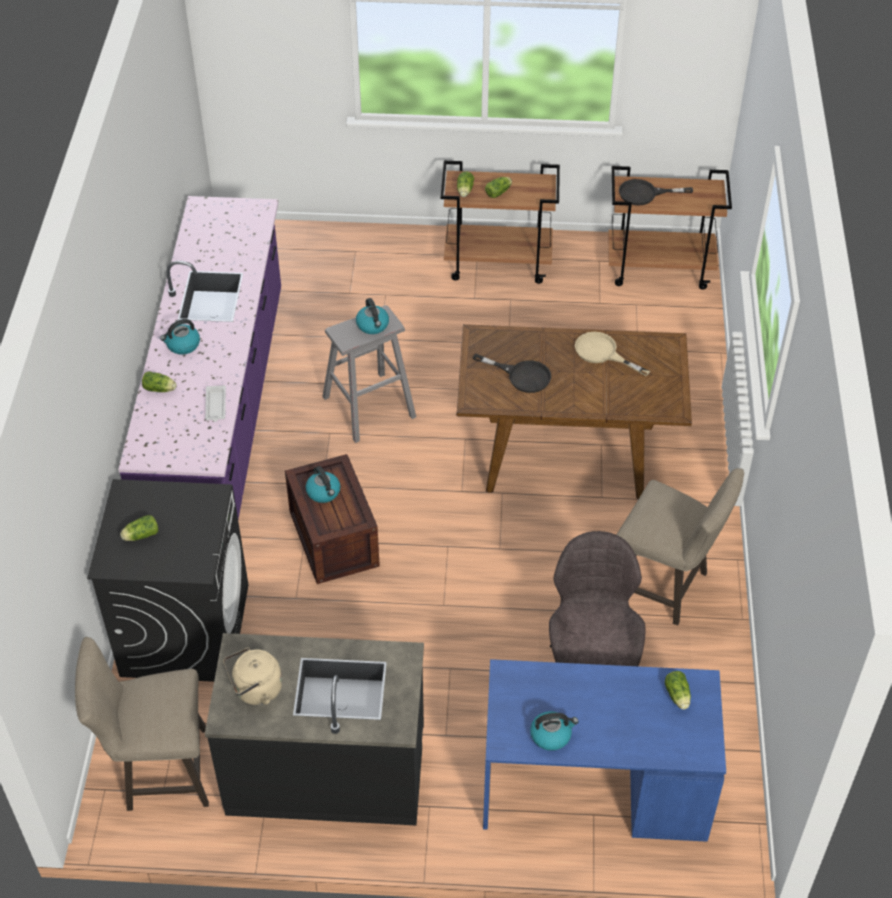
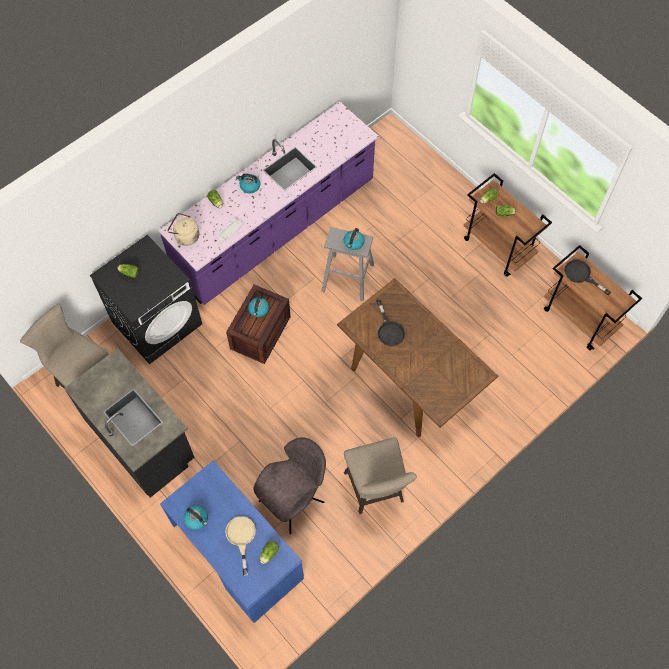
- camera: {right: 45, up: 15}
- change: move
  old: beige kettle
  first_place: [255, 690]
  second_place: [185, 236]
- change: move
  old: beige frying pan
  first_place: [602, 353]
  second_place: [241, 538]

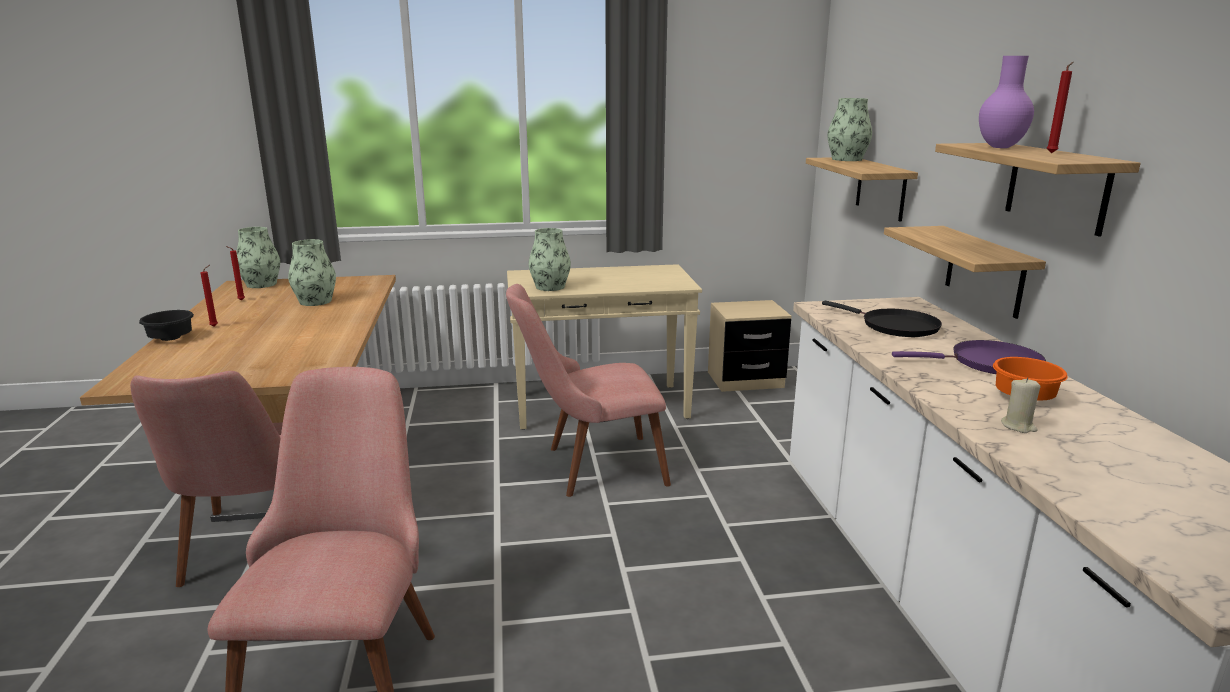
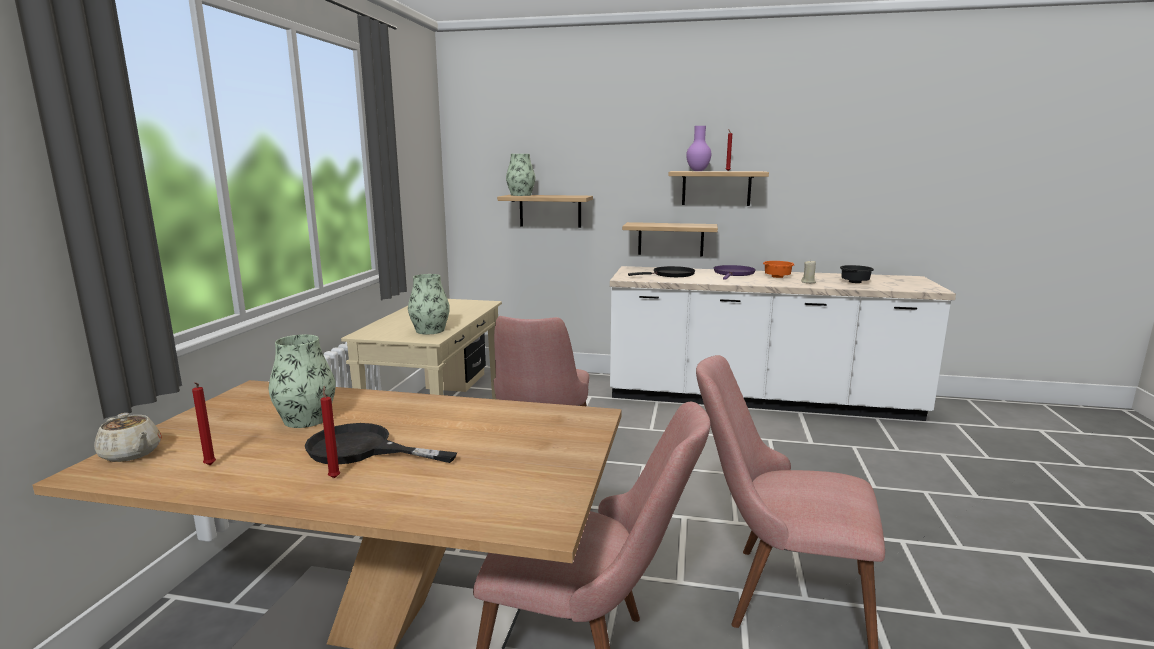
- camera: {right: -70, up: -5}
- change: move
  old: black bowl
  first_place: [169, 338]
  second_place: [854, 283]
- change: replace
  old: vase
  new: beige teapot
  first_place: [261, 284]
  second_place: [131, 454]
- change: insert
  new: black frying pan
  second_place: [362, 449]

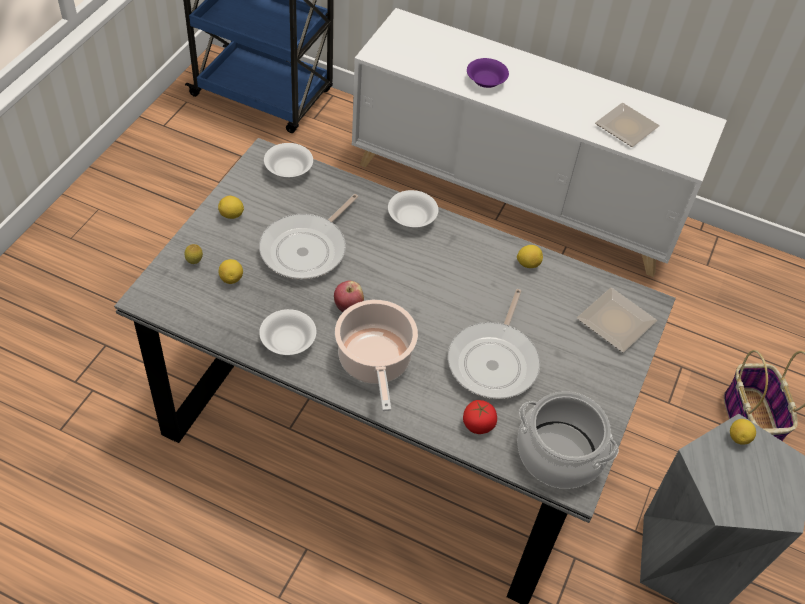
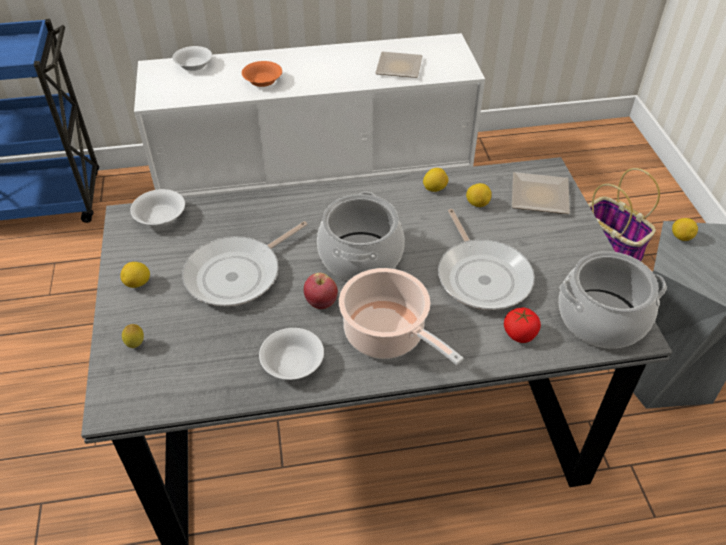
- camera: {right: -30, up: -5}
- change: move
  old: lemon
  first_place: [231, 279]
  second_place: [477, 204]
- change: rotate
  old: frying pan
  first_place: [307, 249]
  second_place: [238, 274]
  degrees: 45
- change: move
  old: white bowl
  first_place: [412, 217]
  second_place: [193, 65]
- change: recolor
  old: purple bowl
  new: orange bowl
  first_place: [486, 80]
  second_place: [263, 81]
- change: insert
  new: cooking pot
  second_place: [361, 257]

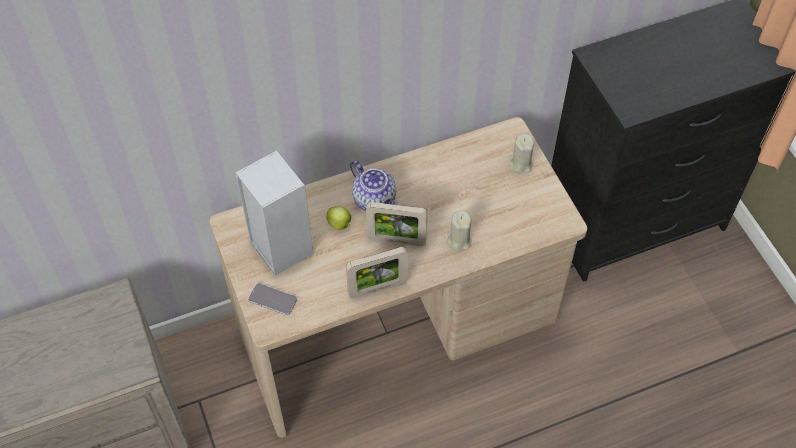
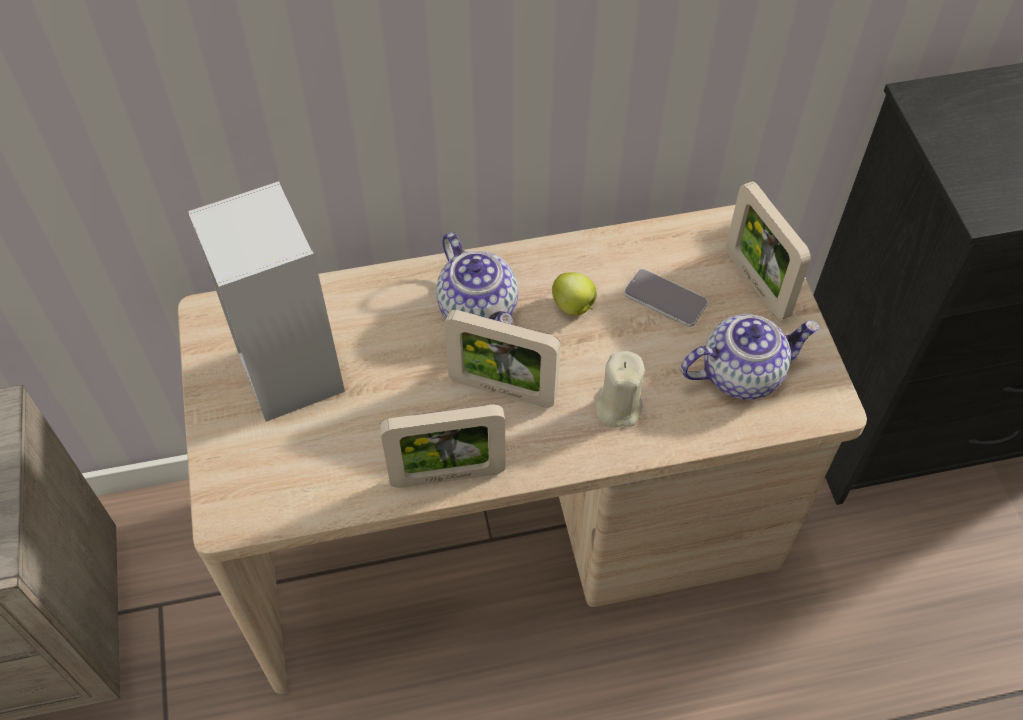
- camera: {right: 10, up: 0}
- change: move
  old: phone
  first_place: [272, 299]
  second_place: [665, 298]
- change: move
  old: apple
  first_place: [340, 224]
  second_place: [574, 307]
- change: replace
  old: beige candle
  new: picture frame
  first_place: [520, 164]
  second_place: [756, 284]
- change: insert
  new: teapot
  second_place: [742, 373]

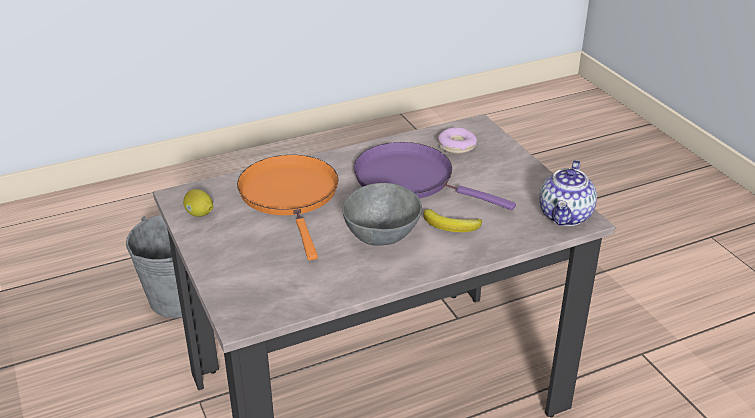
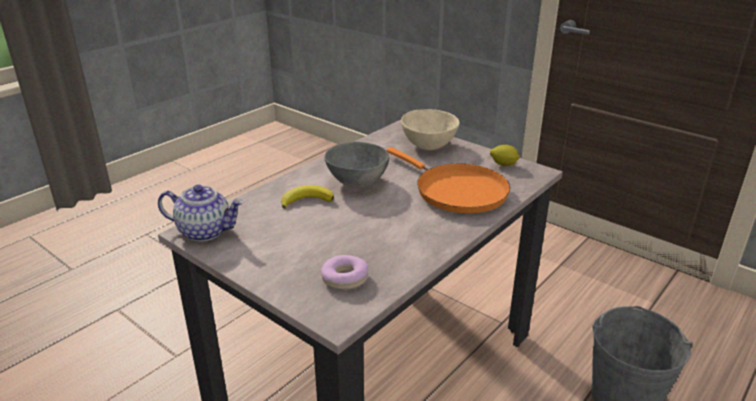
- camera: {right: 155, up: -5}
- change: delete
  old: purple frying pan
  first_place: [410, 179]
- change: rotate
  old: teapot
  first_place: [566, 216]
  second_place: [205, 231]
  degrees: 105
- change: insert
  new: beige bowl
  second_place: [428, 144]

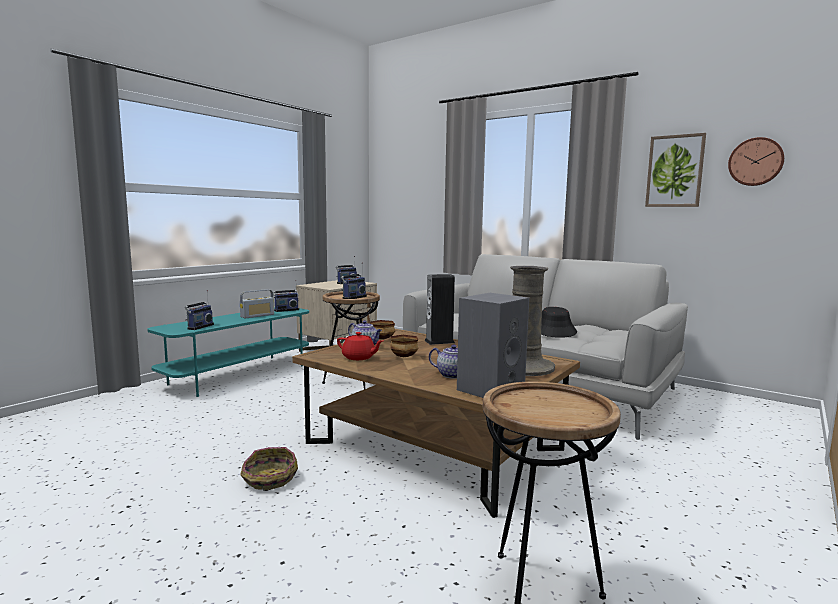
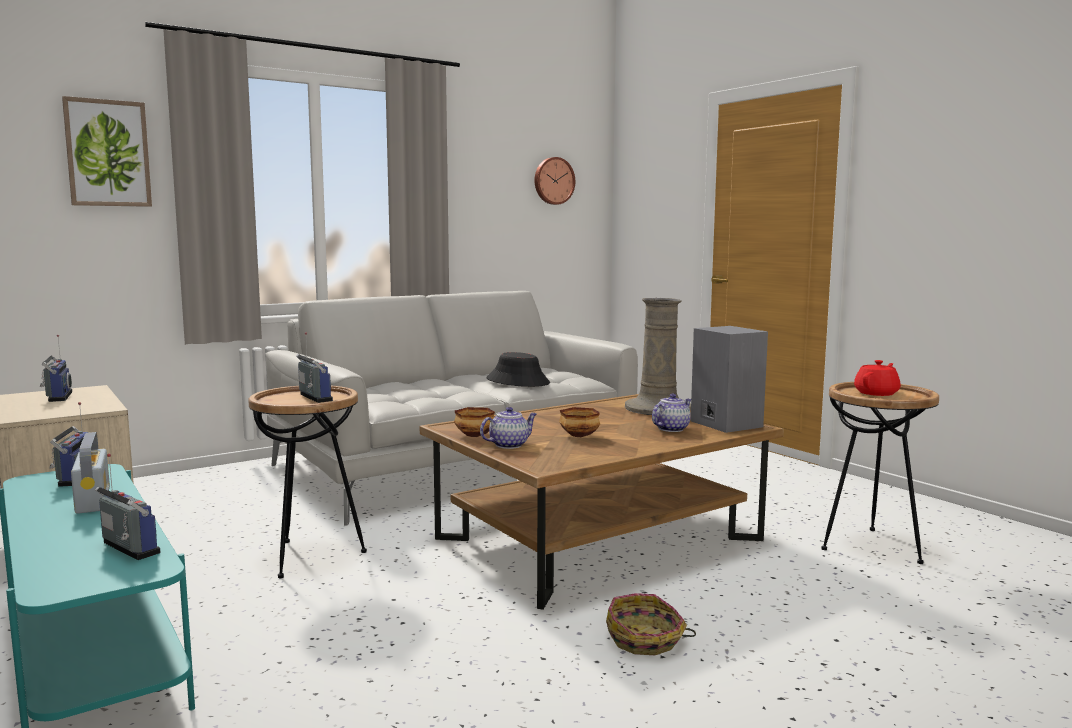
- camera: {right: -70, up: 0}
- change: move
  old: red teapot
  first_place: [359, 357]
  second_place: [877, 393]
- change: delete
  old: speaker
  first_place: [439, 341]
- change: move
  old: picture
  first_place: [675, 171]
  second_place: [108, 153]

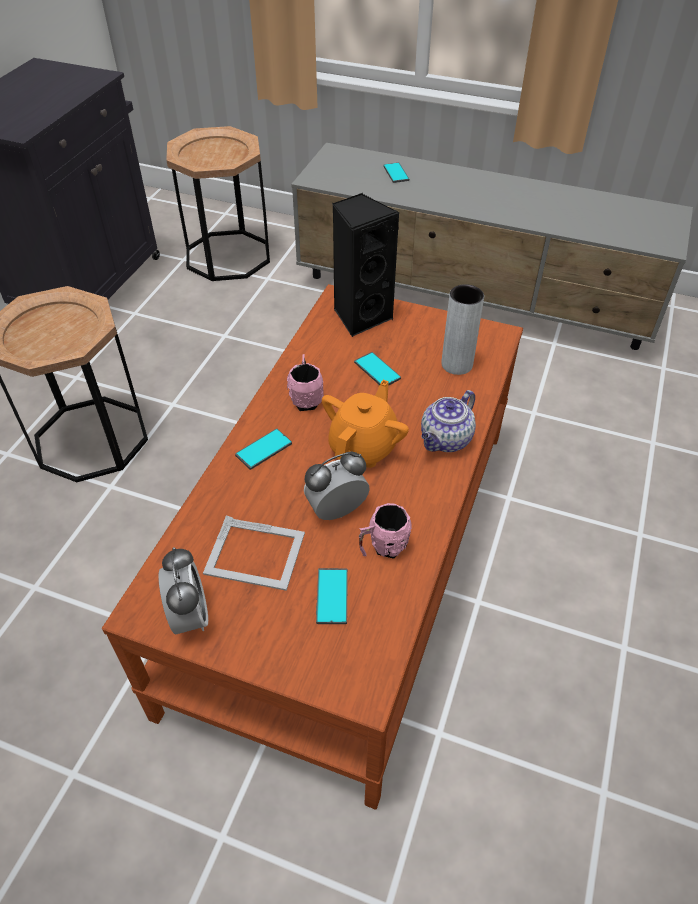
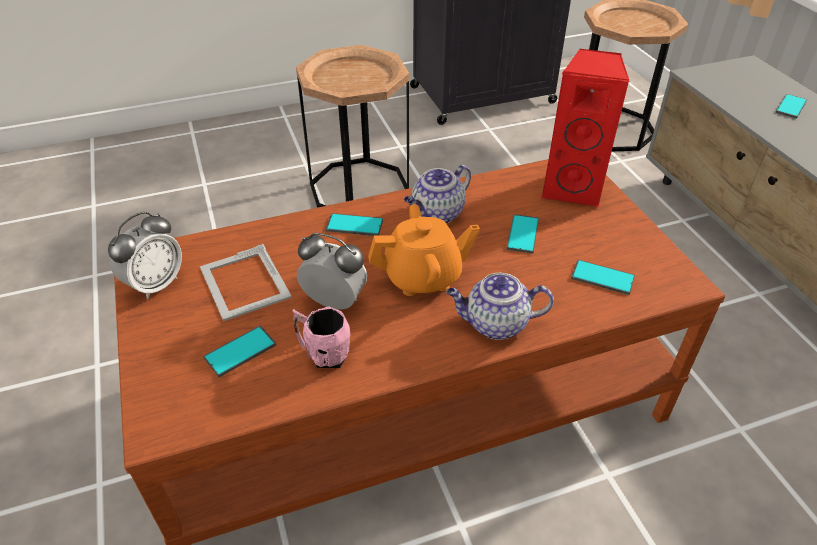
- camera: {right: 50, up: -5}
- change: replace
  old: pink mug
  new: teapot
  first_place: [306, 397]
  second_place: [437, 214]
- change: recolor
  old: black speaker
  new: red speaker
  first_place: [360, 316]
  second_place: [573, 189]
- change: replace
  old: grey vase
  new: phone
  first_place: [457, 364]
  second_place: [602, 278]

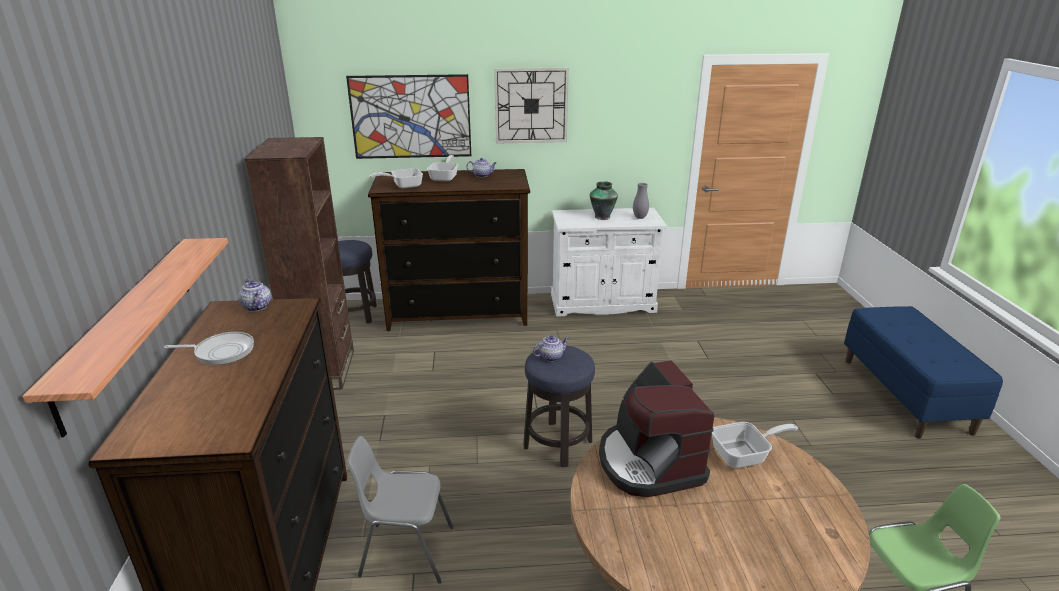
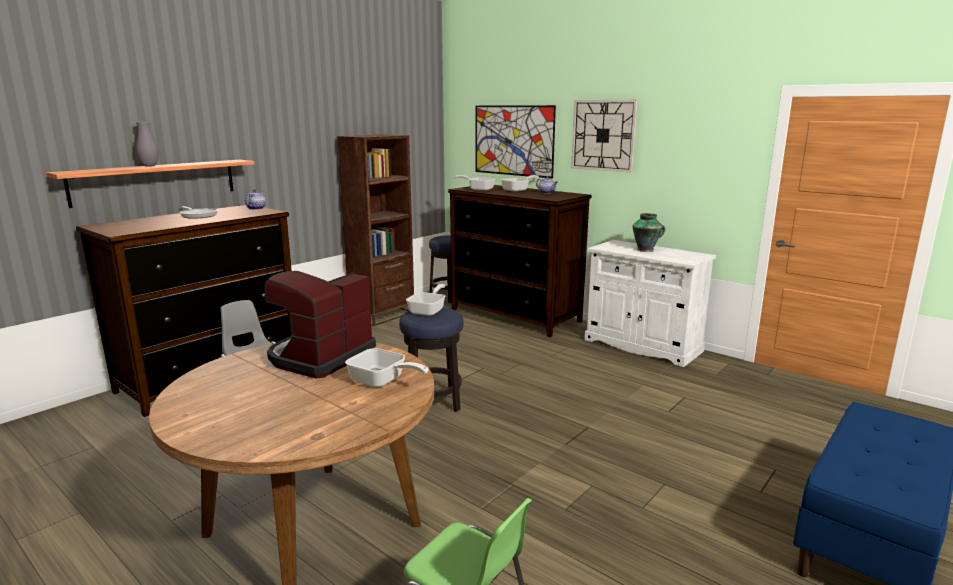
- camera: {right: 45, up: -10}
- change: replace
  old: teapot
  new: frying pan
  first_place: [551, 356]
  second_place: [429, 311]
- change: move
  old: grey vase
  first_place: [640, 217]
  second_place: [149, 166]

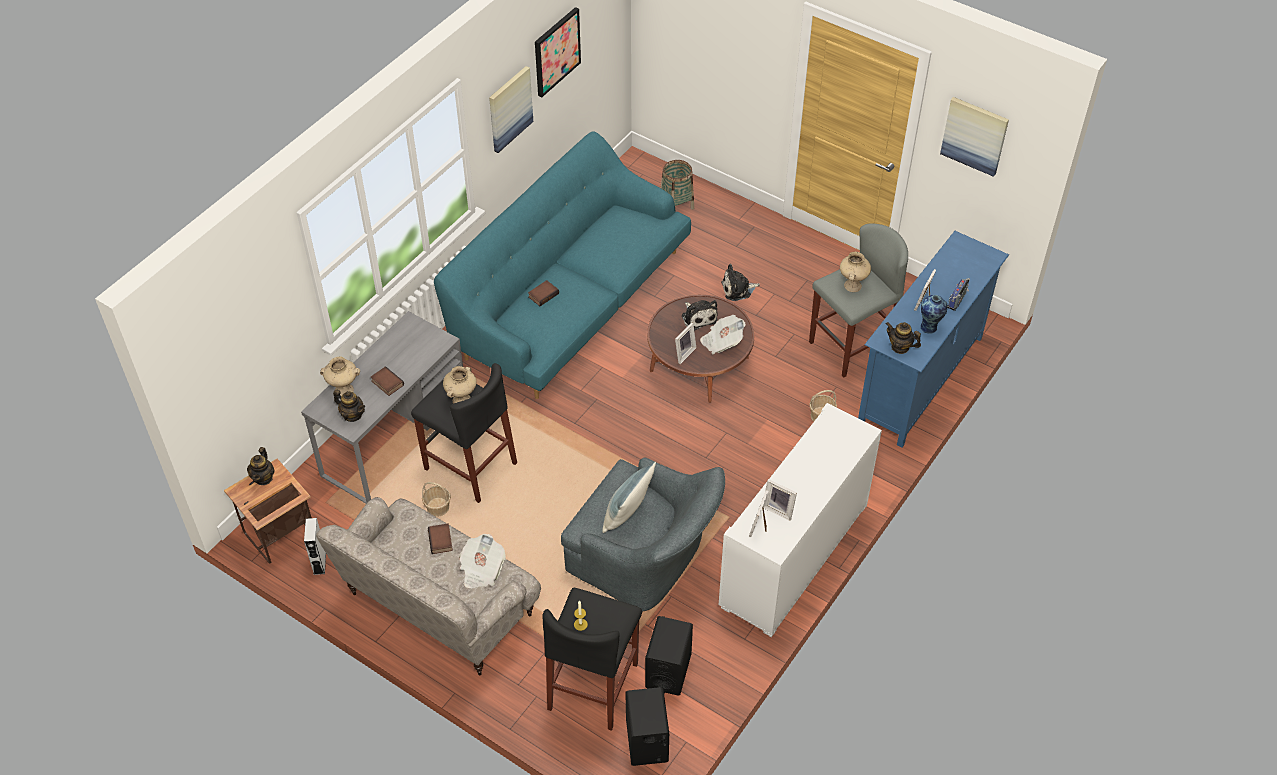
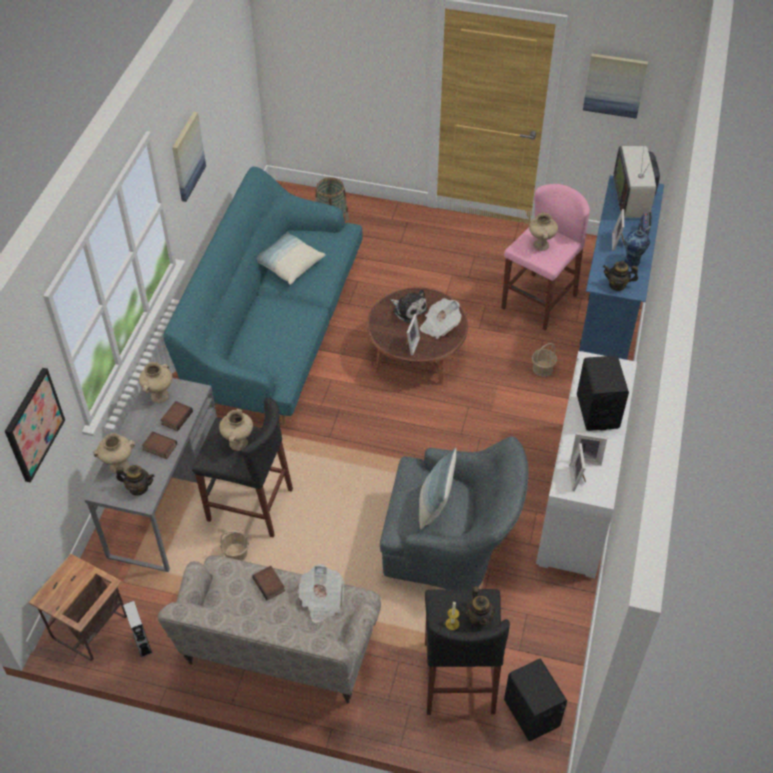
- camera: {right: -20, up: 0}
- change: move
  old: teapot
  first_place: [263, 478]
  second_place: [479, 618]
- change: move
  old: book
  first_place: [543, 294]
  second_place: [176, 417]
- change: move
  old: picture
  first_place: [556, 51]
  second_place: [33, 424]
- change: move
  old: black speaker
  first_place: [668, 670]
  second_place: [597, 411]
- change: delete
  old: plush toy
  first_place: [738, 289]
- change: recolor
  old: grey stool
  new: pink stool
  first_place: [852, 346]
  second_place: [539, 302]
- change: insert
  new: beige vase
  second_place: [159, 395]
- change: insert
  new: pillow
  second_place: [289, 265]
- change: insert
  new: television
  second_place: [633, 198]

